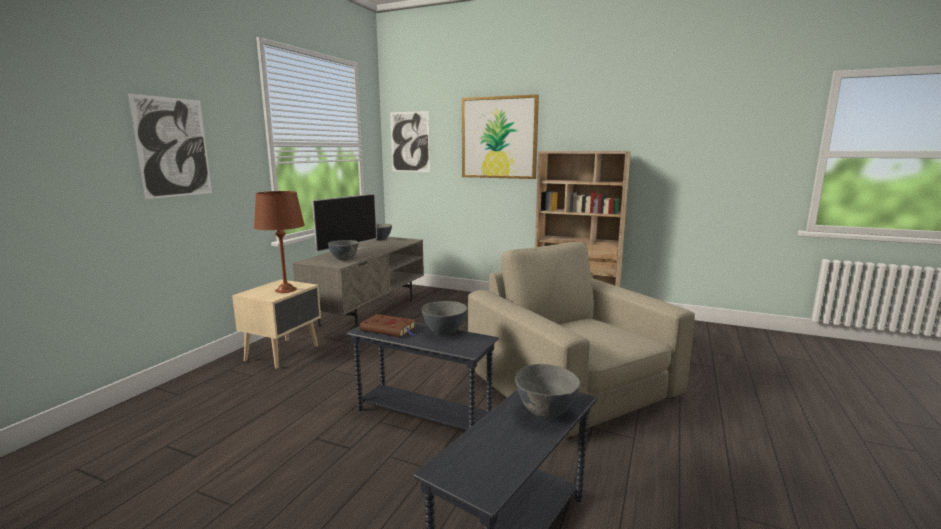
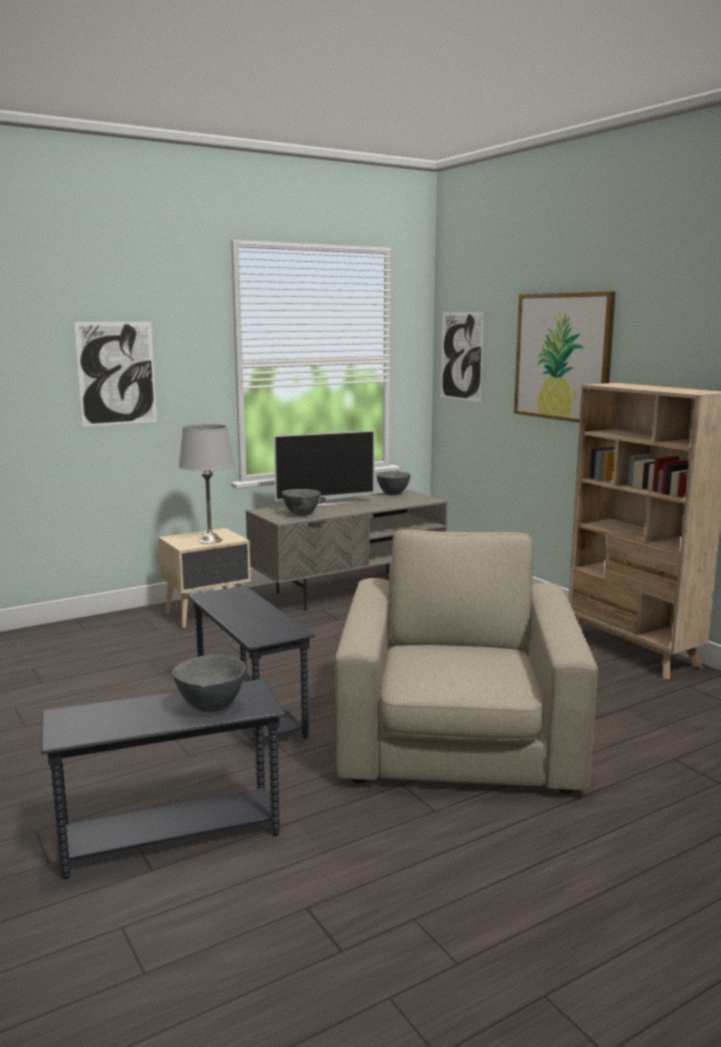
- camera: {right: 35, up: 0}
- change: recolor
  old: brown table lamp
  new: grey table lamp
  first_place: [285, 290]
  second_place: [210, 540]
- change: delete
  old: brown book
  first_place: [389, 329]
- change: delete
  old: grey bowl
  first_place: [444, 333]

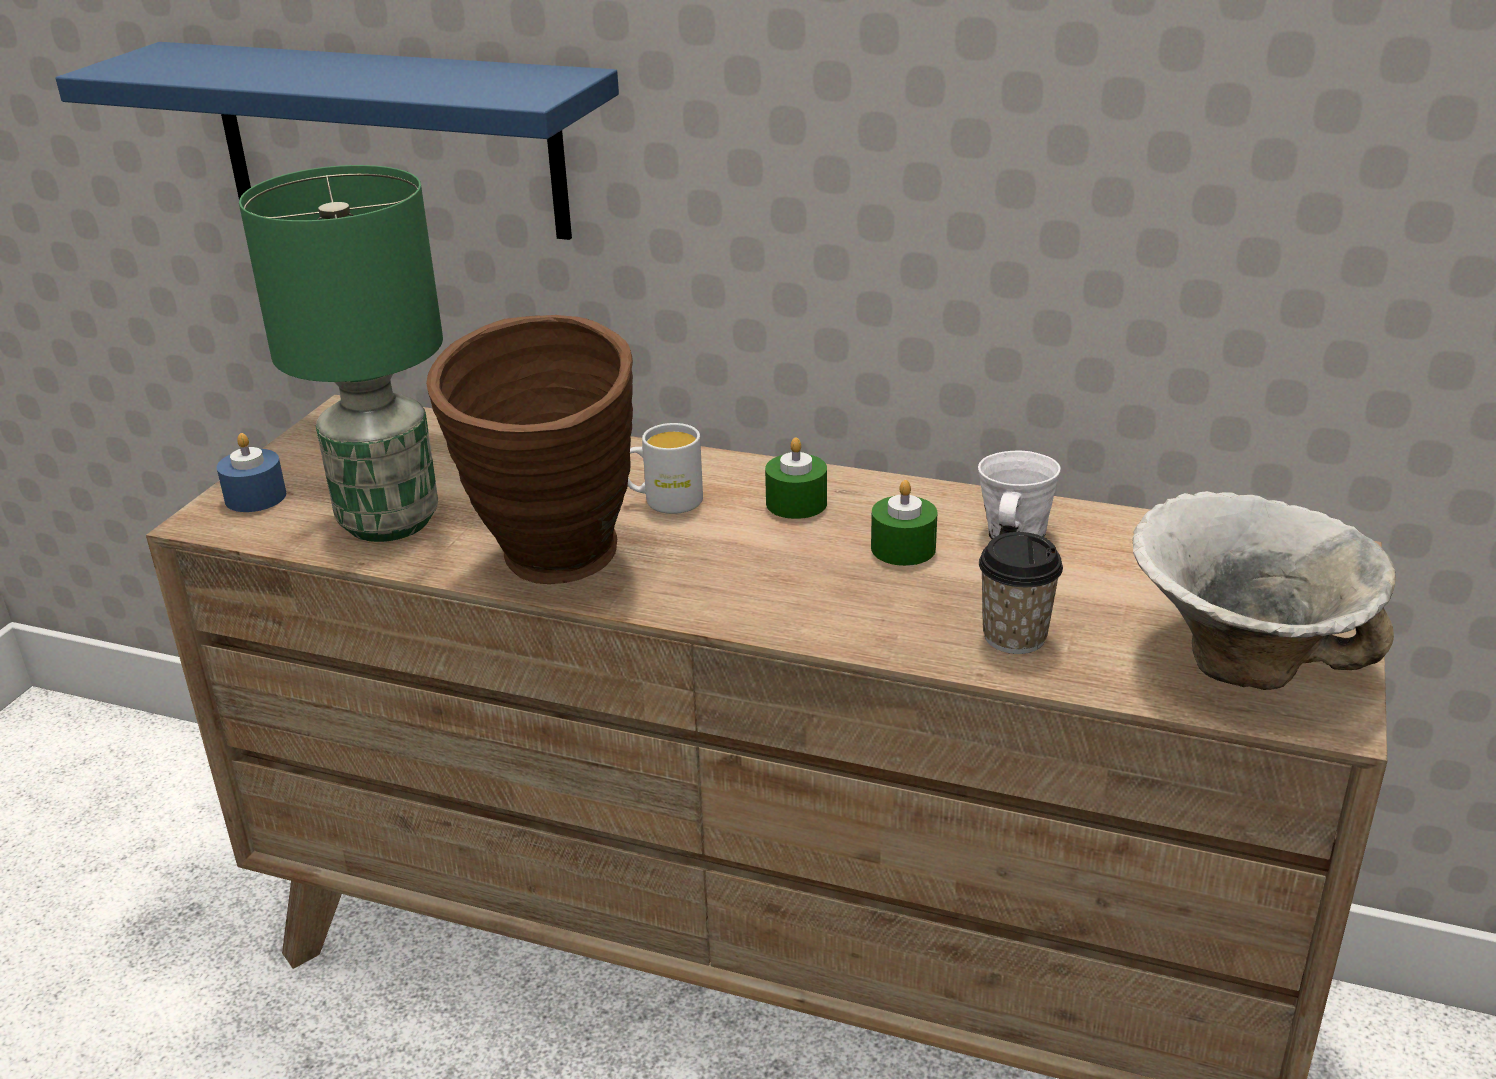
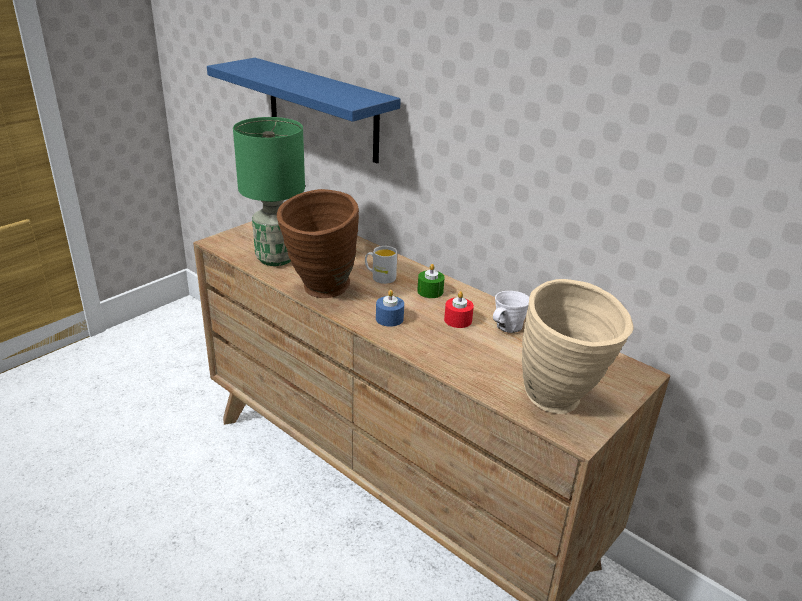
- camera: {right: 20, up: 0}
- change: move
  old: blue candle
  first_place: [255, 497]
  second_place: [389, 318]
- change: recolor
  old: green candle
  new: red candle
  first_place: [903, 548]
  second_place: [458, 320]
- change: delete
  old: cup
  first_place: [1014, 636]
- change: replace
  old: bowl
  new: beige vase
  first_place: [1244, 660]
  second_place: [562, 403]

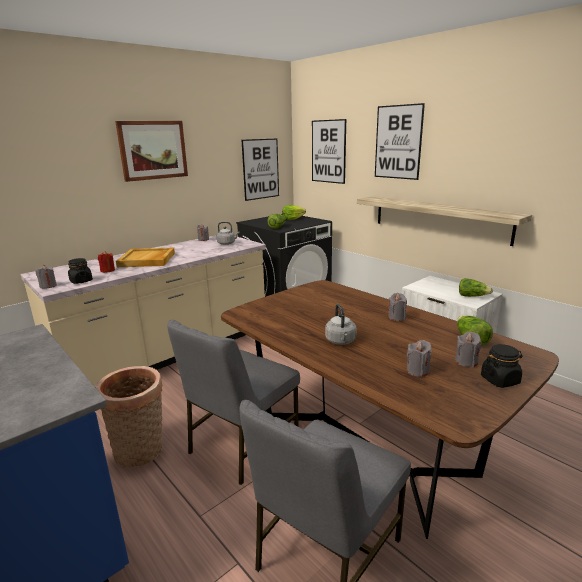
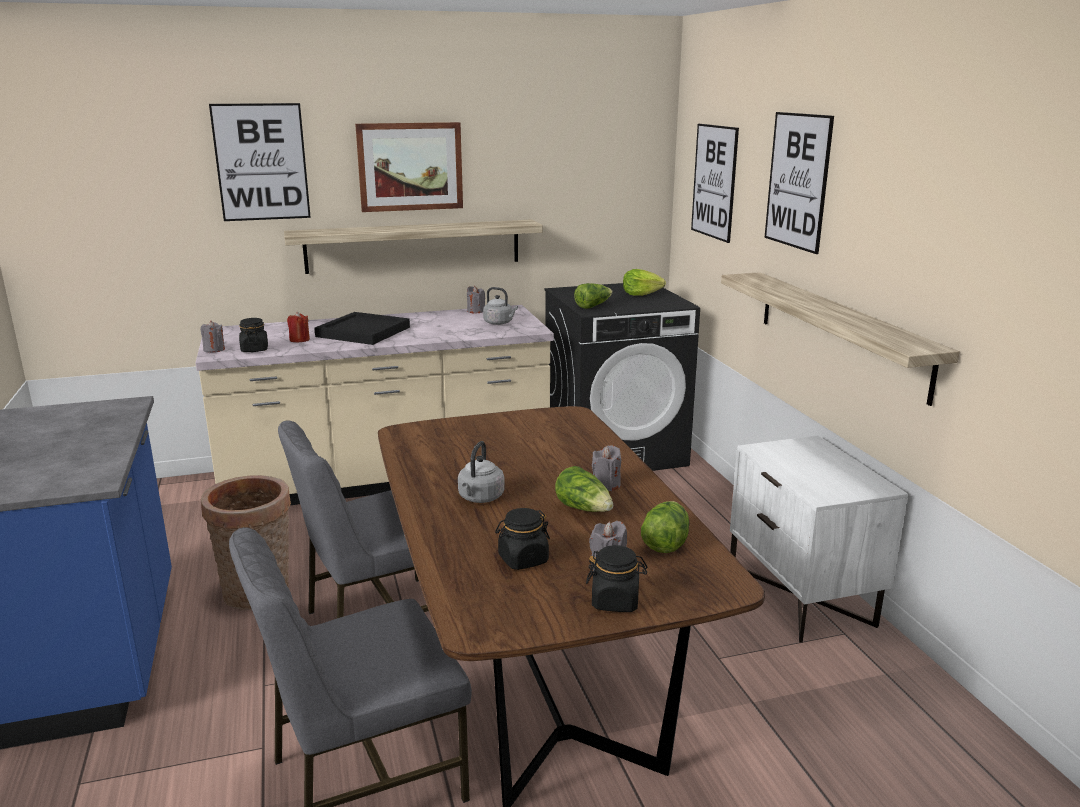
- camera: {right: 25, up: 0}
- change: recolor
  old: beige tray
  new: black tray
  first_place: [147, 260]
  second_place: [363, 332]
- change: move
  old: picture
  first_place: [260, 169]
  second_place: [261, 162]
- change: replace
  old: grey candle
  new: black jar
  first_place: [417, 371]
  second_place: [523, 559]
- change: move
  old: lettuce
  first_place: [472, 296]
  second_place: [584, 509]
- change: insert
  new: shelf
  second_place: [413, 246]

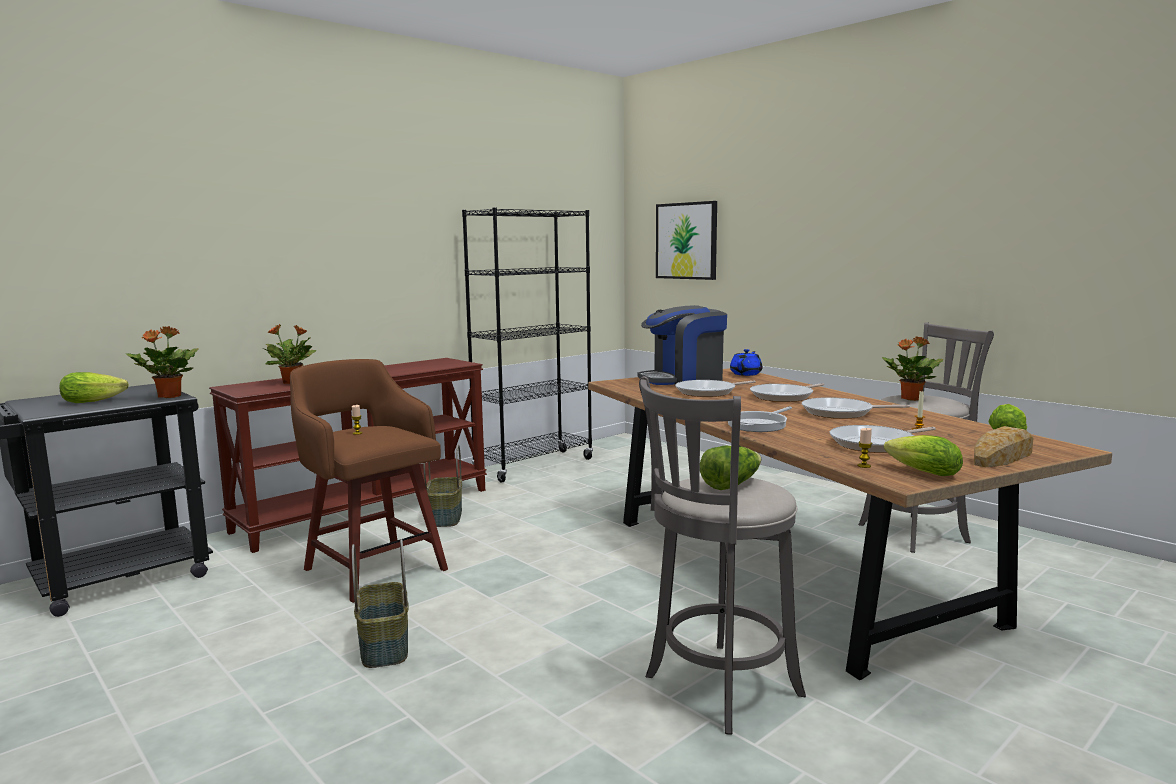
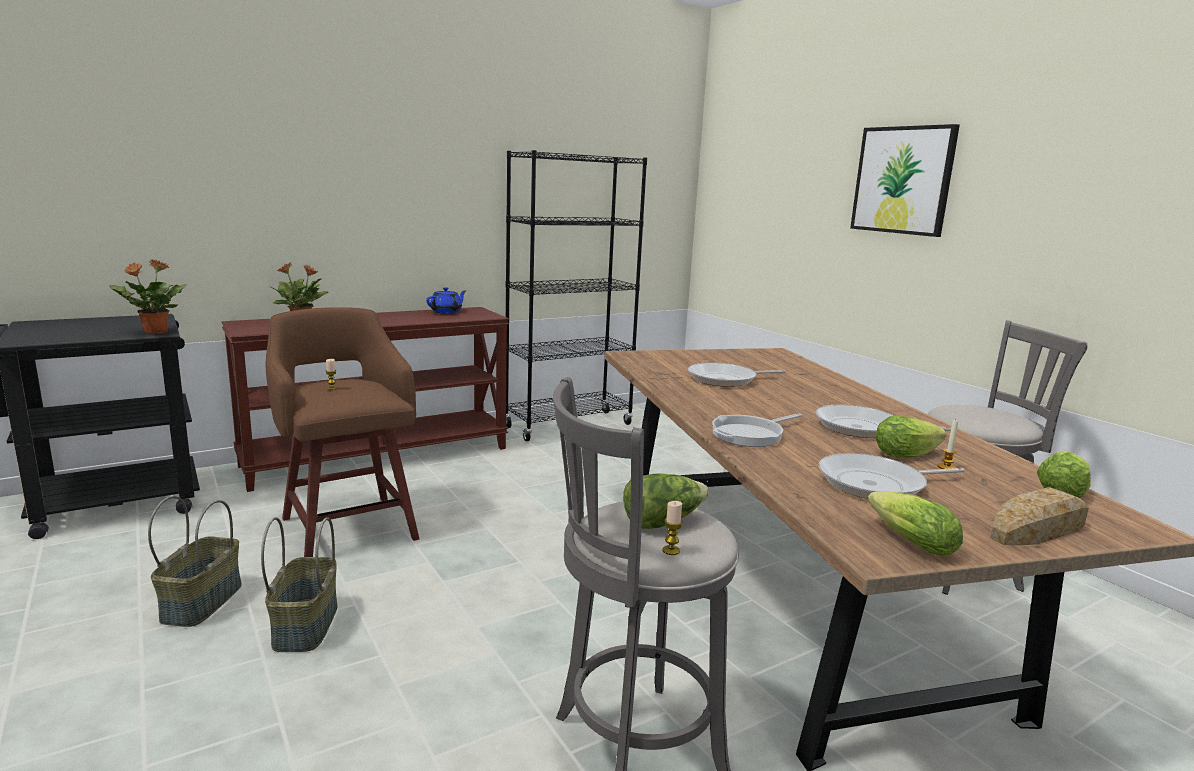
- camera: {right: 10, up: 5}
- change: move
  old: lettuce
  first_place: [96, 401]
  second_place: [909, 454]
- change: move
  old: basket
  first_place: [444, 517]
  second_place: [201, 601]
- change: delete
  old: coffee machine
  first_place: [683, 380]
- change: move
  old: picture
  first_place: [686, 241]
  second_place: [903, 180]
- change: move
  old: blue teapot
  first_place: [746, 374]
  second_place: [446, 311]
- change: delete
  old: frying pan
  first_place: [784, 397]
- change: move
  old: candle
  first_place: [864, 466]
  second_place: [671, 550]
- change: delete
  old: potted plant
  first_place: [910, 399]

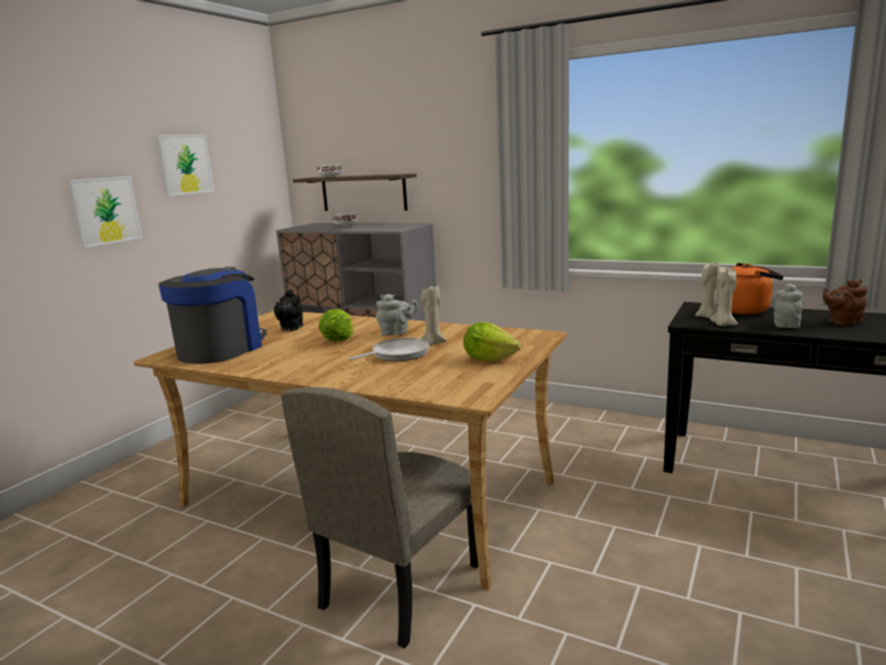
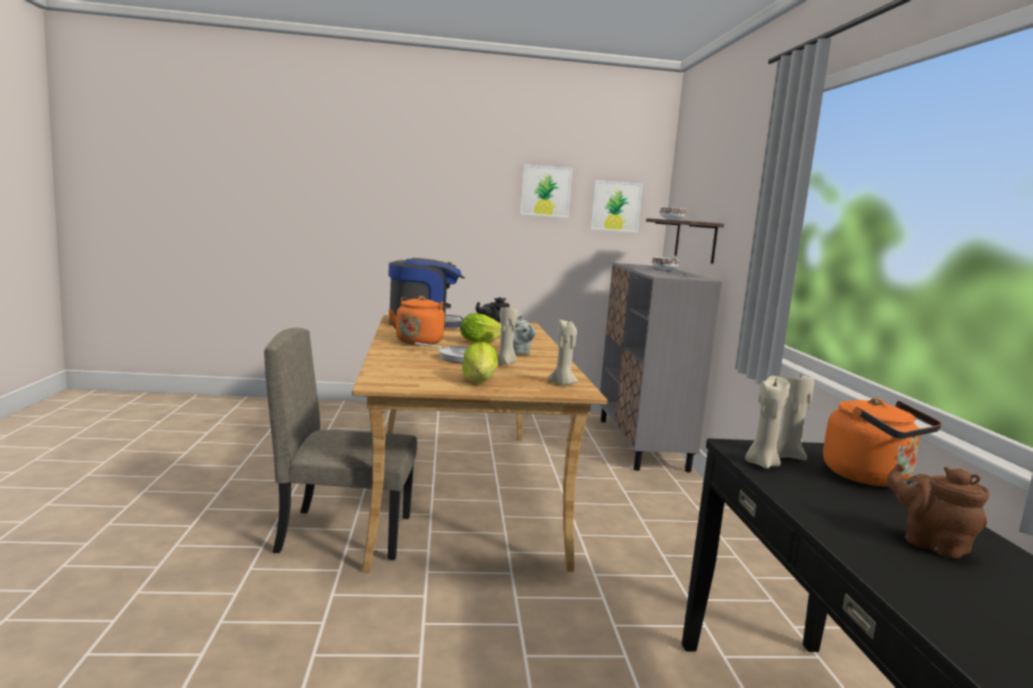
- camera: {right: 55, up: -5}
- change: move
  old: picture
  first_place: [105, 210]
  second_place: [616, 206]
- change: delete
  old: grey teapot
  first_place: [785, 324]
- change: insert
  new: orange kettle
  second_place: [420, 341]
- change: insert
  new: beige candle
  second_place: [562, 384]

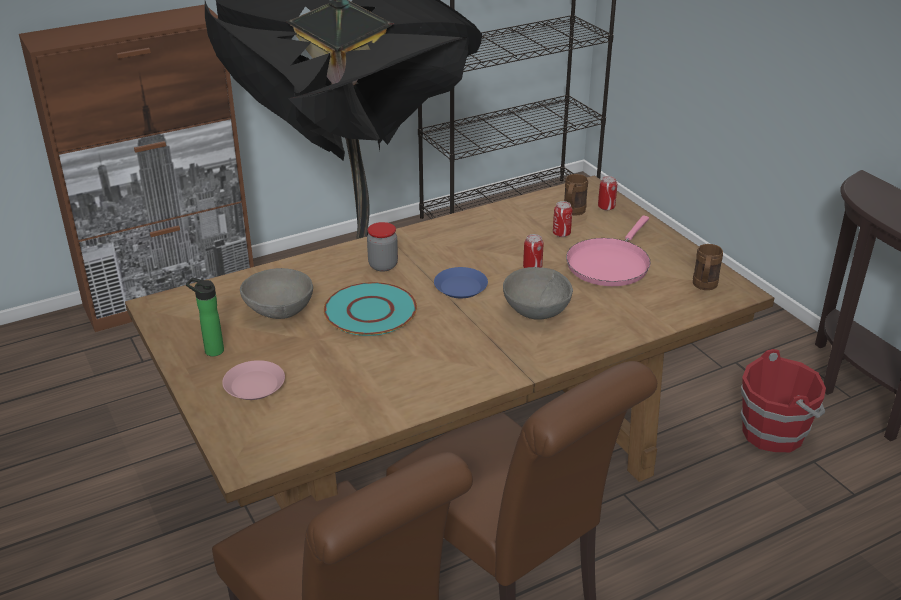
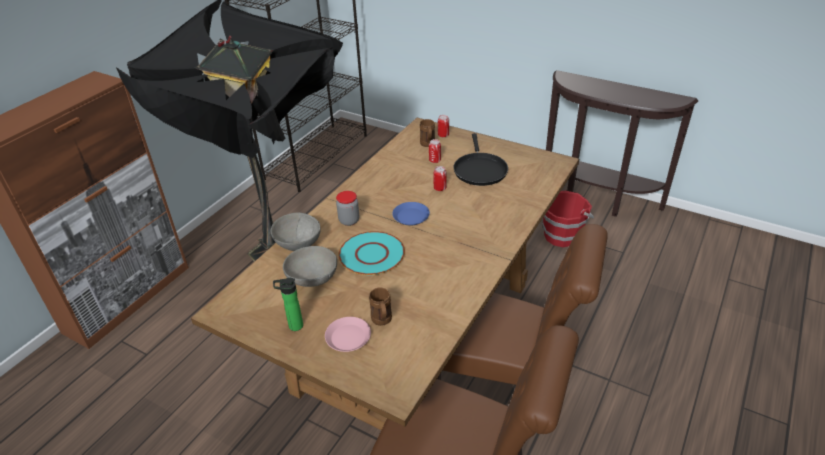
- camera: {right: -30, up: 5}
- change: move
  old: grey bowl
  first_place: [536, 311]
  second_place: [297, 243]
- change: recolor
  old: pink frying pan
  new: black frying pan
  first_place: [609, 264]
  second_place: [479, 170]
- change: move
  old: brown mug
  first_place: [704, 287]
  second_place: [382, 322]

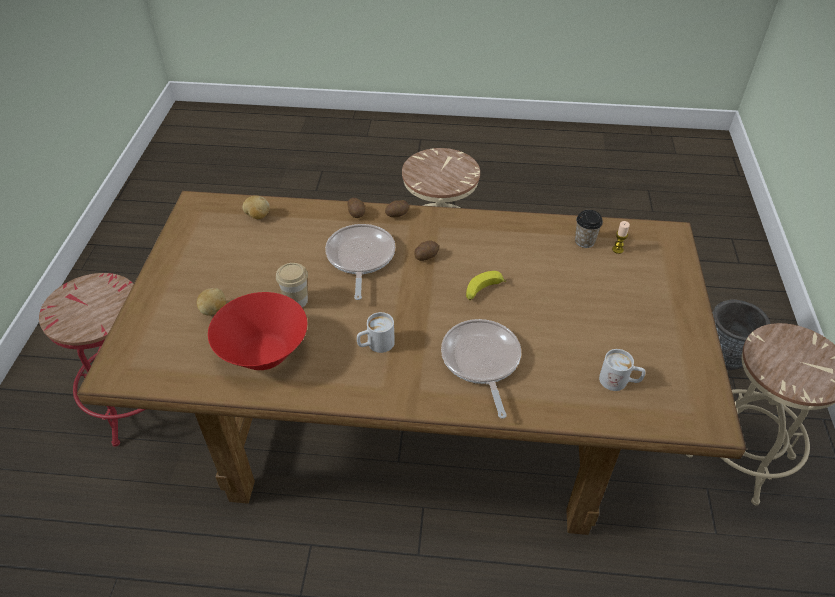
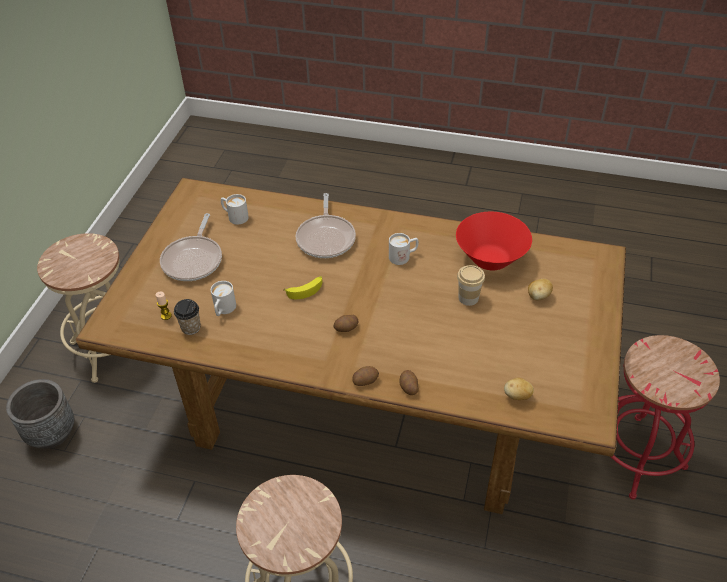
- camera: {right: -170, up: 0}
- change: move
  old: frying pan
  first_place: [360, 258]
  second_place: [194, 260]
- change: insert
  new: white mug
  second_place: [223, 310]

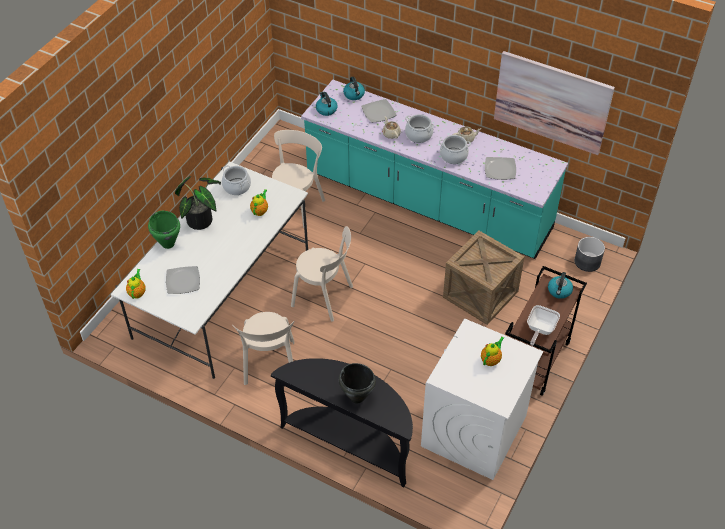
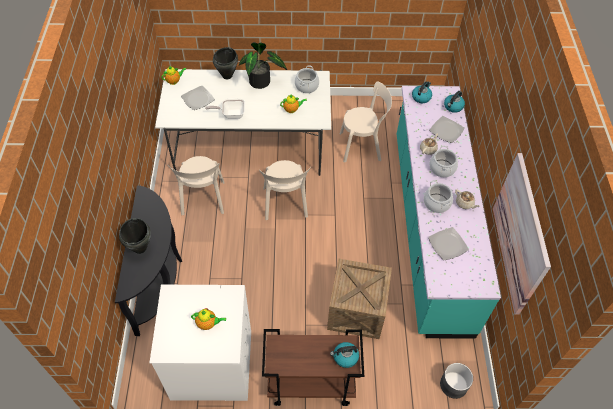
- camera: {right: 60, up: 5}
- change: recolor
  old: green cooking pot
  new: black cooking pot
  first_place: [168, 243]
  second_place: [227, 76]
- change: rotate
  old: beige chair
  first_place: [269, 365]
  second_place: [203, 200]
  degrees: -60
- change: move
  old: frying pan
  first_place: [540, 329]
  second_place: [231, 114]

